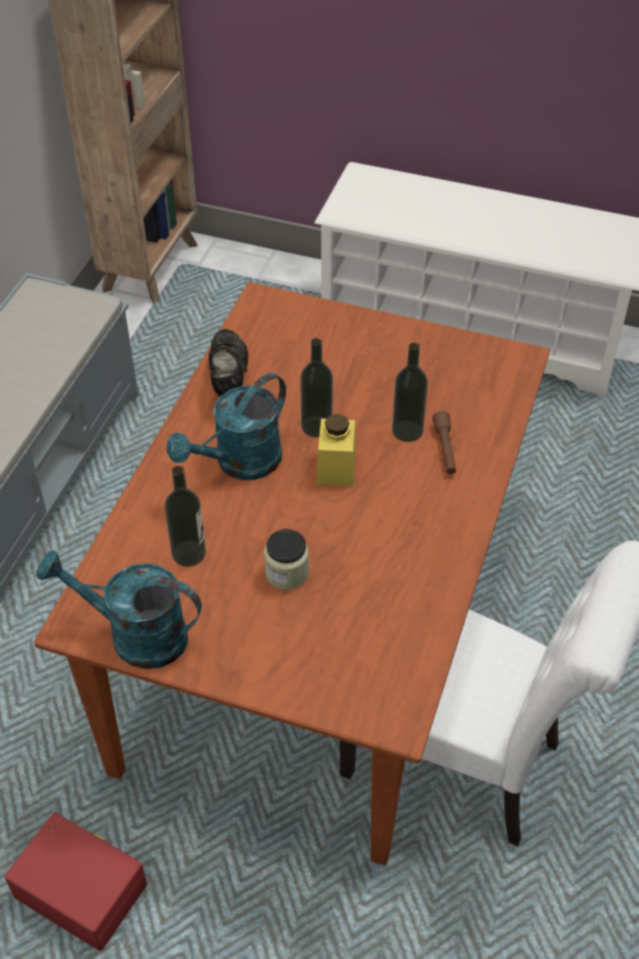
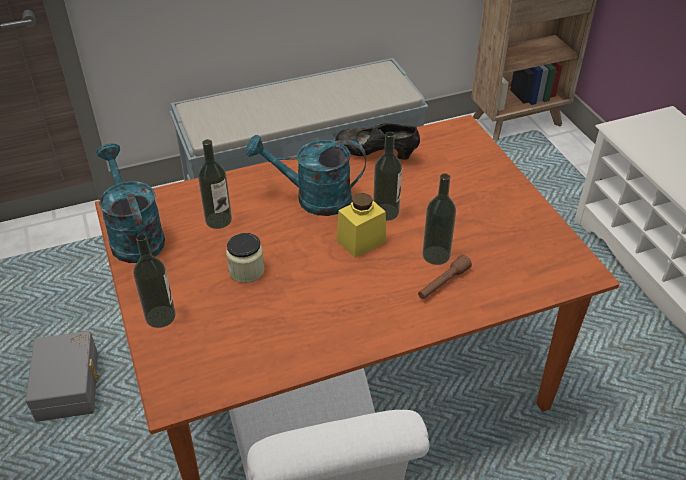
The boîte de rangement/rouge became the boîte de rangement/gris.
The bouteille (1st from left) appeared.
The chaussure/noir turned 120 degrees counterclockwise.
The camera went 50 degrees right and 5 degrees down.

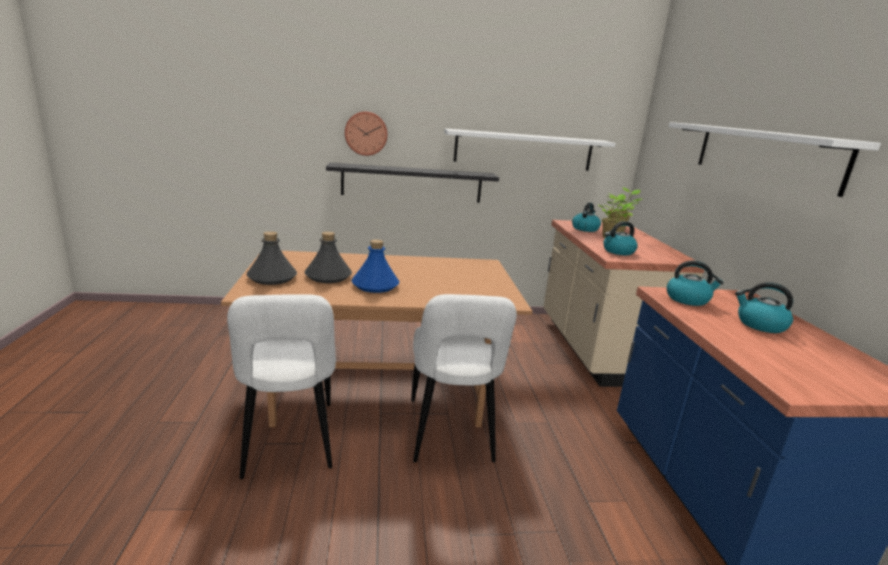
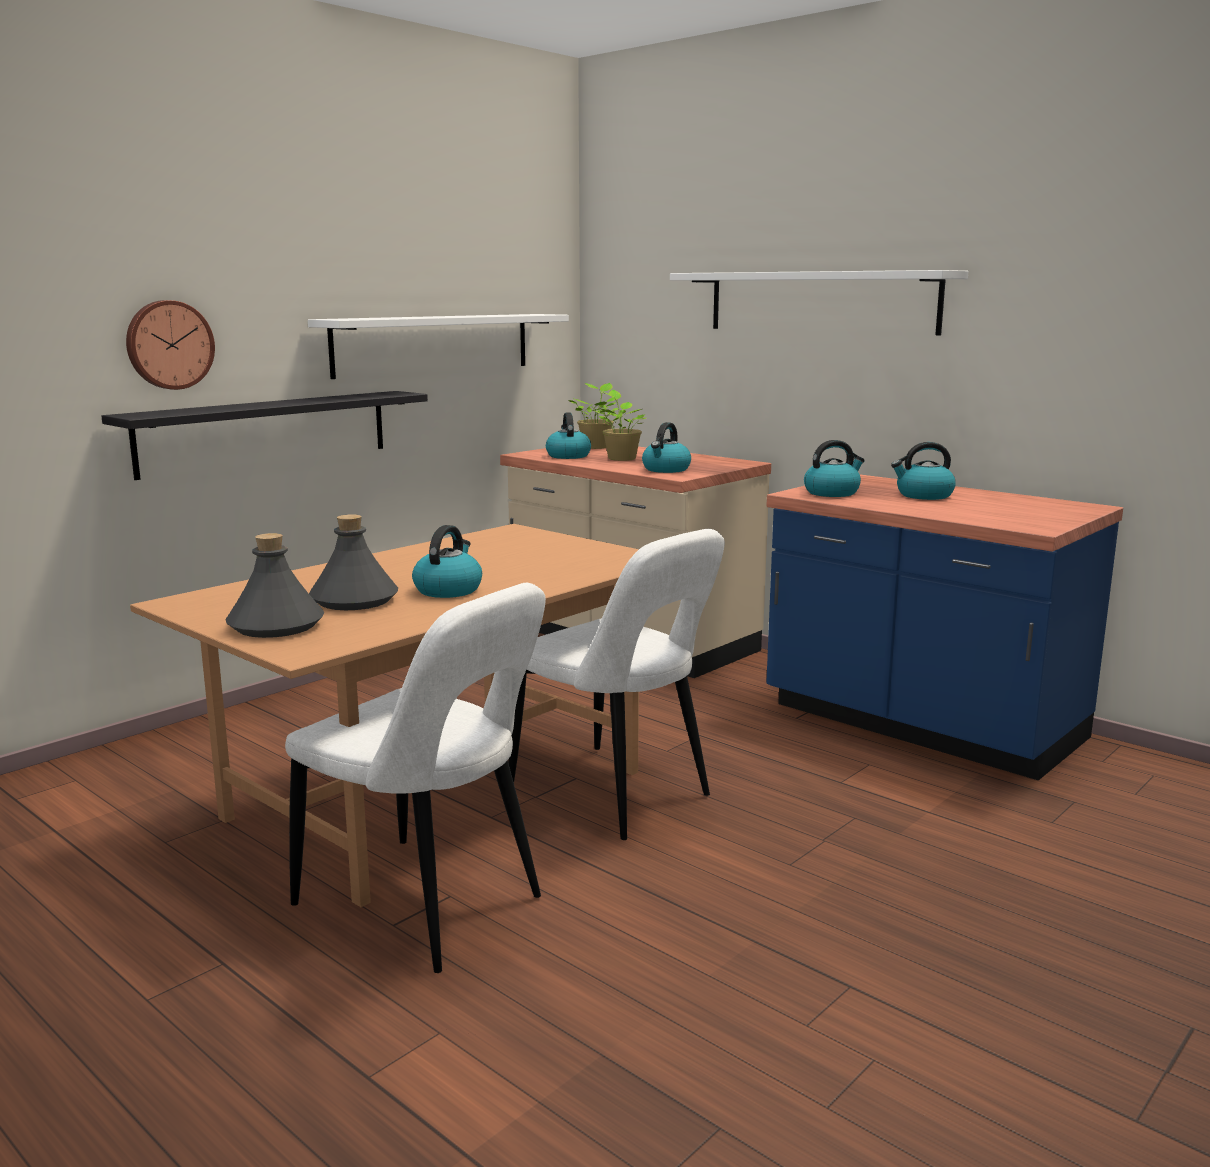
The bouteille/bleu was replaced by the bouilloire (1st from left).
The camera went 40 degrees left and 5 degrees down.

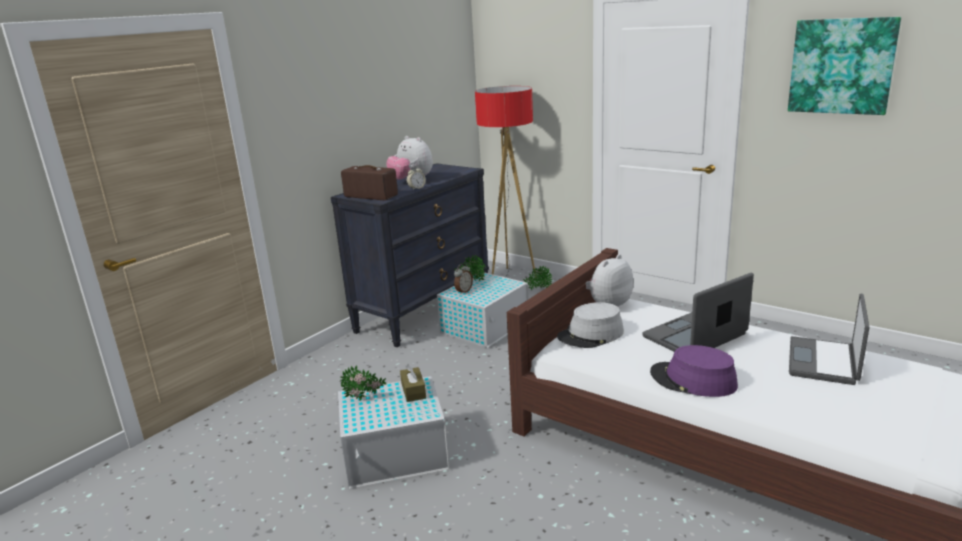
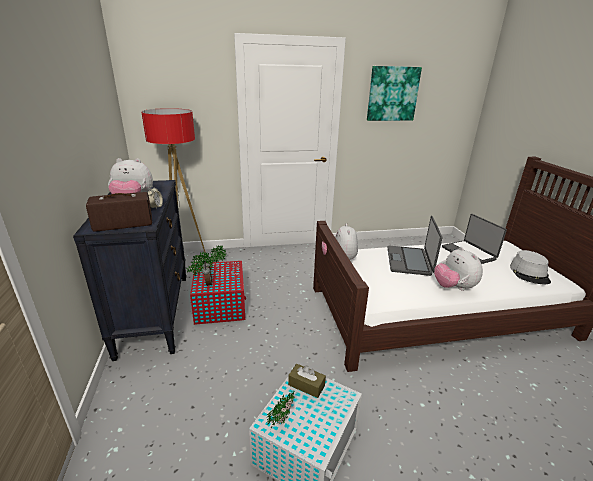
The boîte de rangement/blanc (2nd from left) became the boîte de rangement/rouge.
The chapeau/violet was replaced by the peluche (3rd from left).
The chapeau/gris moved.
The camera went 50 degrees left and 5 degrees up.

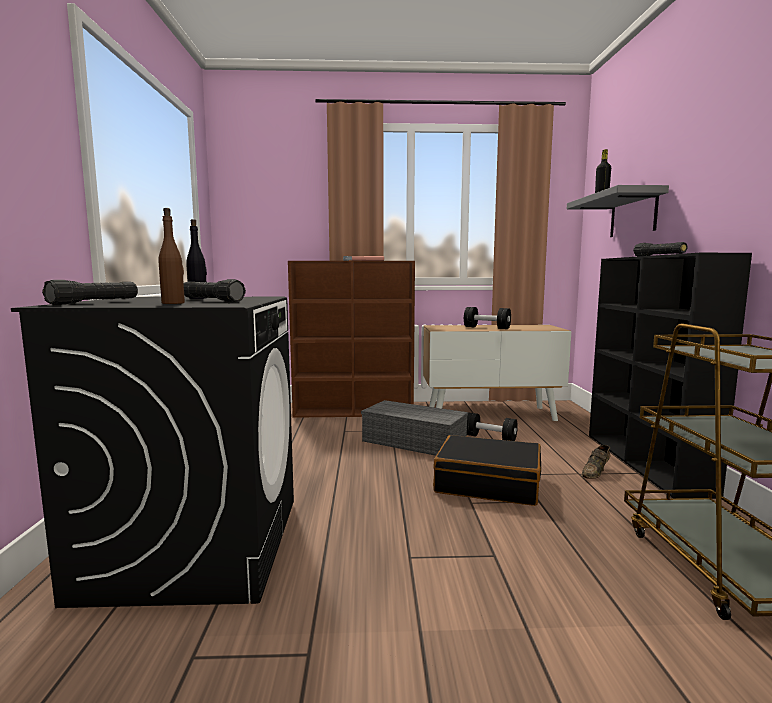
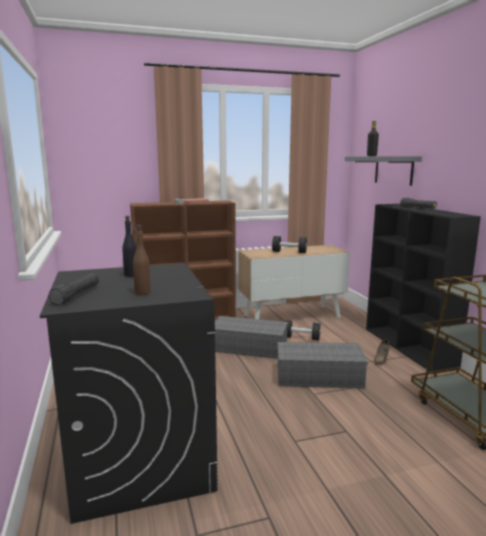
The valise/noir was replaced by the boîte de rangement/gris (2nd from left).
The lampe de poche/noir (2nd from left) disappeared.
The camera went 15 degrees left and 5 degrees up.

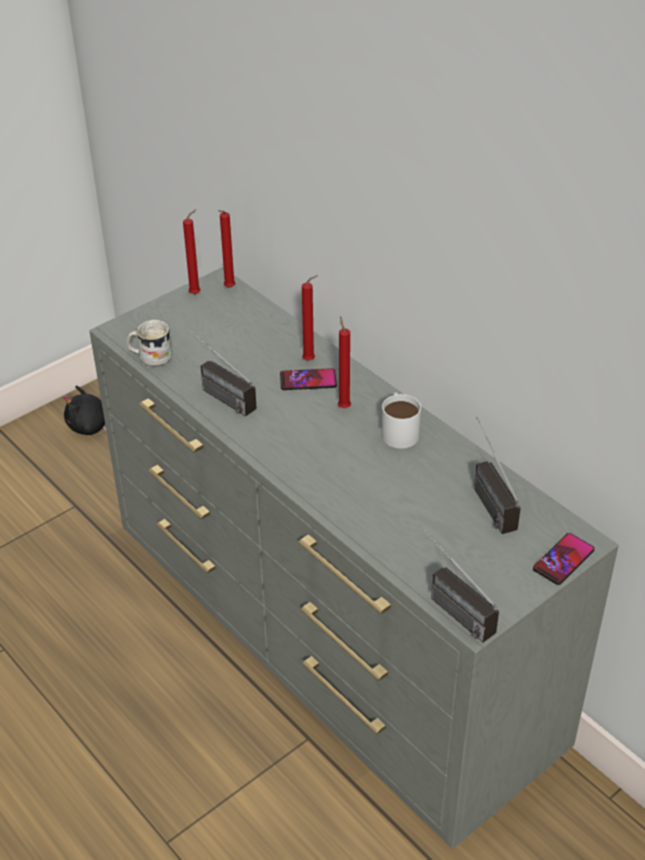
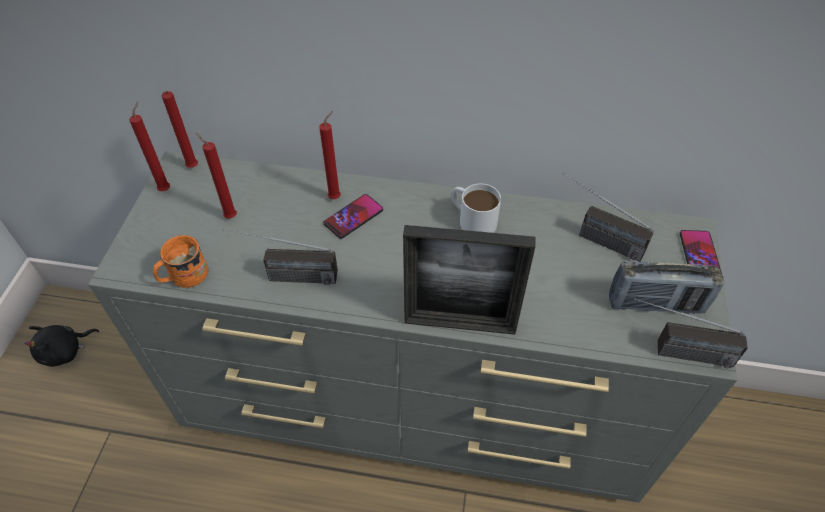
The mug/blanc (1st from left) became the mug/orange.
The bougie/rouge (4th from left in the first image) moved.
The cadre photo appeared.
The radio (3rd from left) appeared.
The camera went 40 degrees left and 10 degrees up.

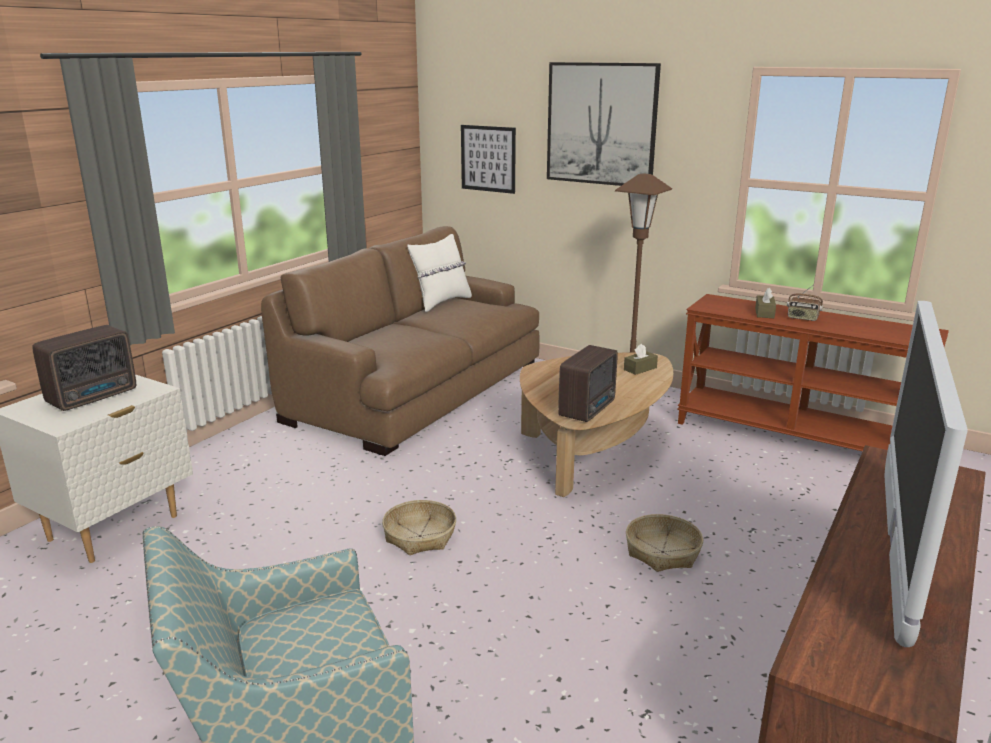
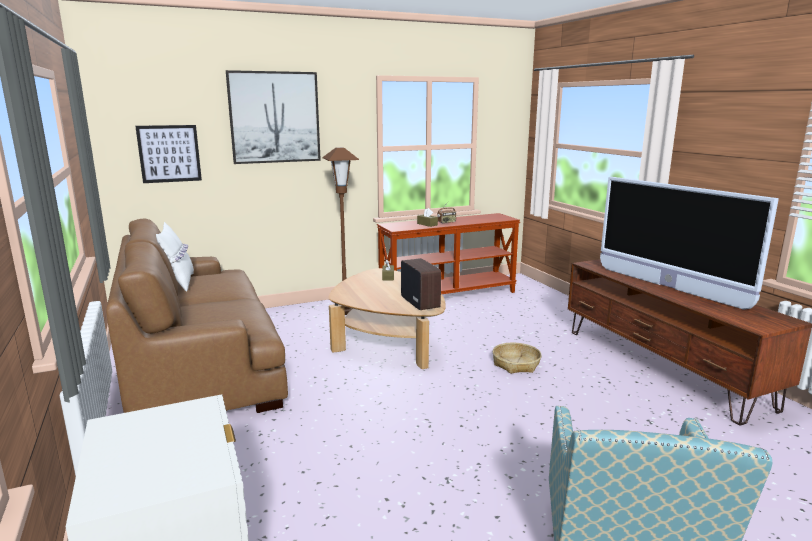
The radio (1st from left) disappeared.
The panier (1st from left) disappeared.
The camera went 55 degrees left and 5 degrees down.

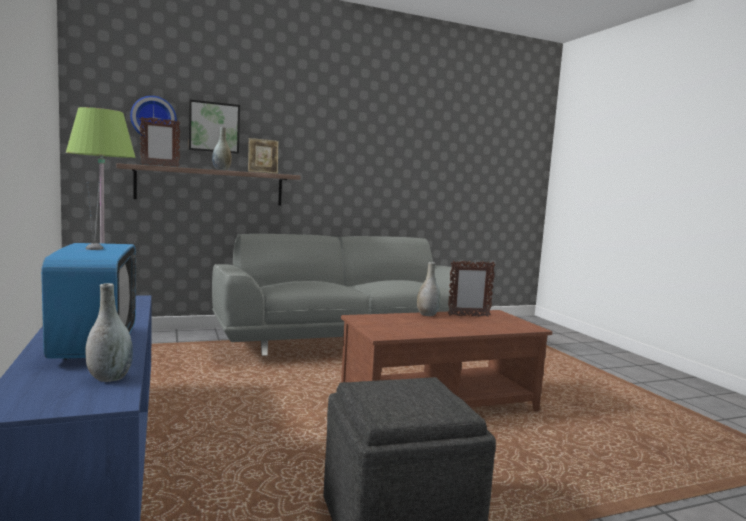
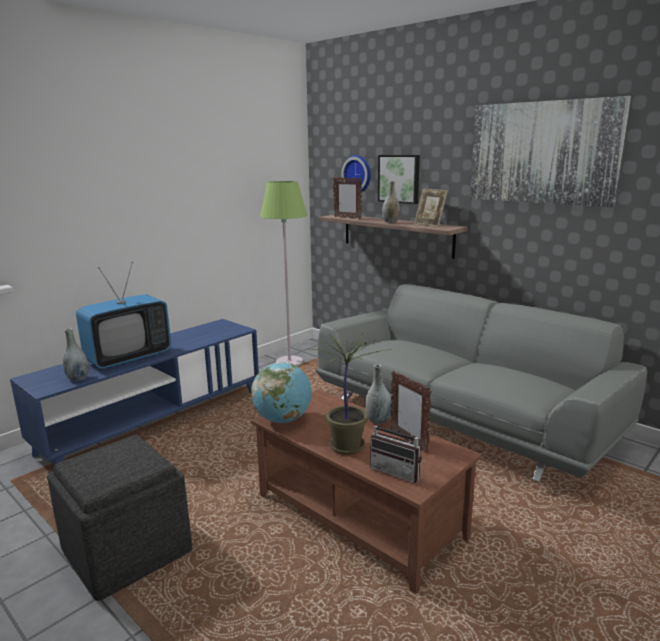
The globe appeared.
The plante en pot appeared.
The radio appeared.
The tableau (2nd from left) appeared.
The camera went 65 degrees right and 10 degrees up.

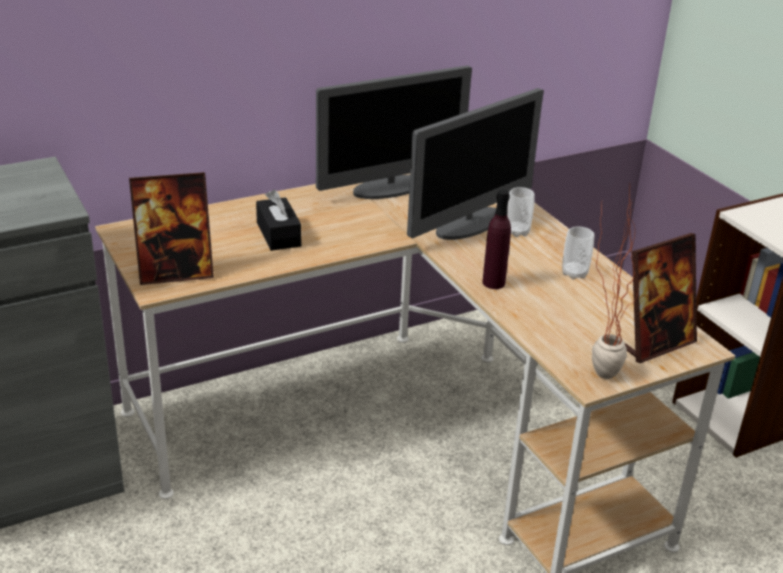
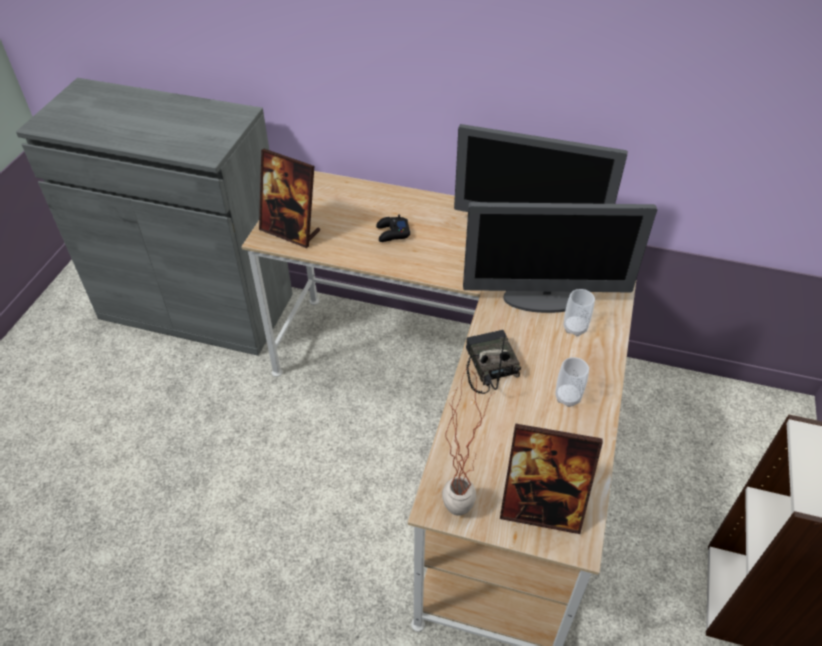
The boîte à mouchoirs/noir was replaced by the manette/noir.
The bouteille/violet was replaced by the radio.
The camera went 45 degrees right and 15 degrees up.

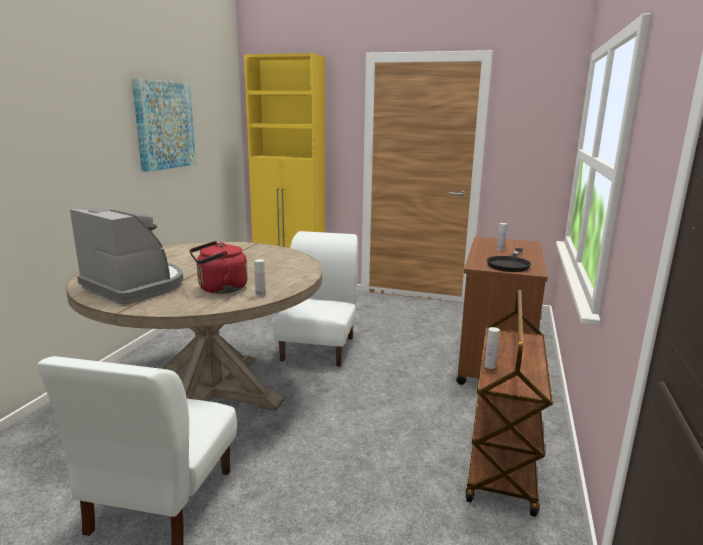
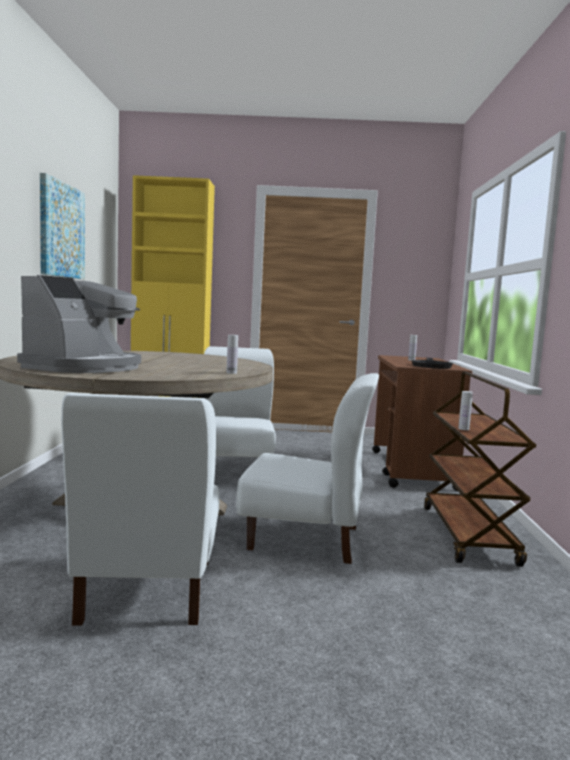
The machine à café turned 90 degrees clockwise.
The chaise/blanc (3rd from left) appeared.
The bouilloire/rouge disappeared.
The camera went 15 degrees left and 10 degrees down.

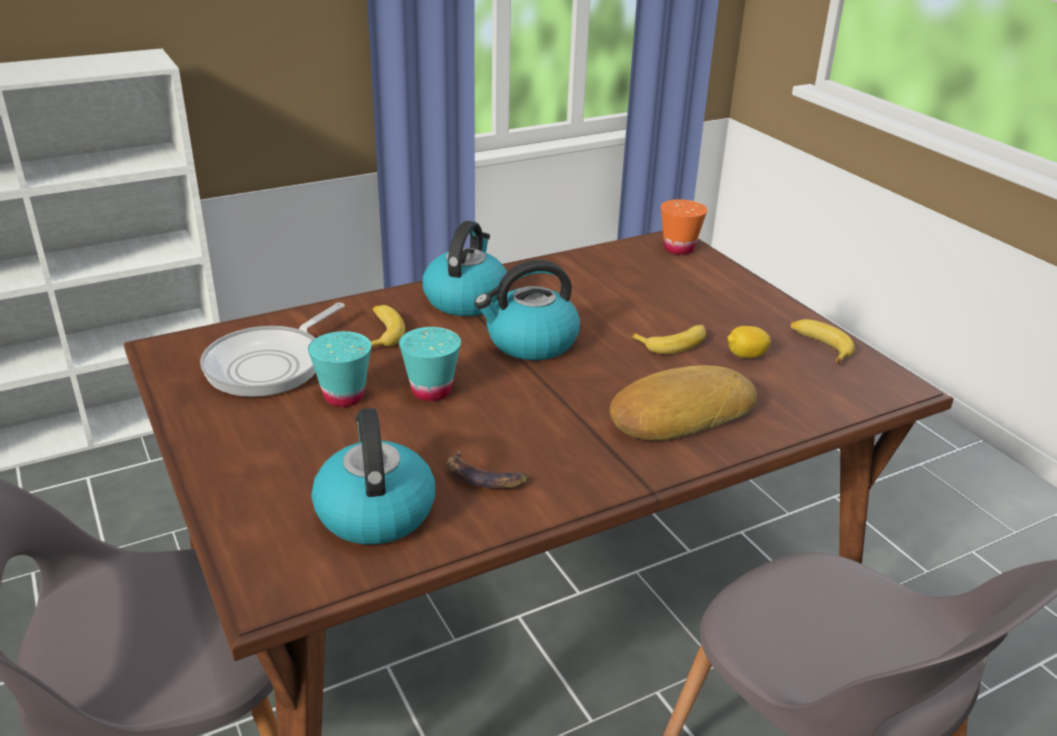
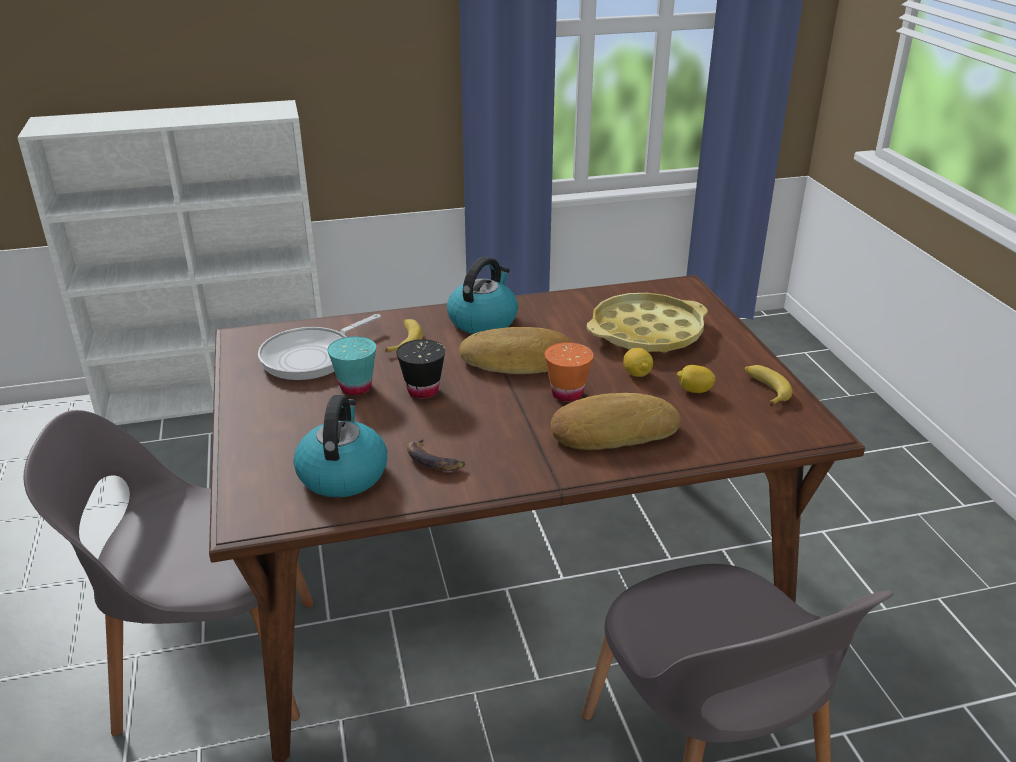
The tasse/turquoise (2nd from left) became the tasse/noir.
The bouilloire (3rd from left) was replaced by the pain (1st from left).
The tasse/orange moved.
The plateau/jaune appeared.
The banane (3rd from left) was replaced by the citron (1st from left).
The camera went 15 degrees right and 0 degrees up.

